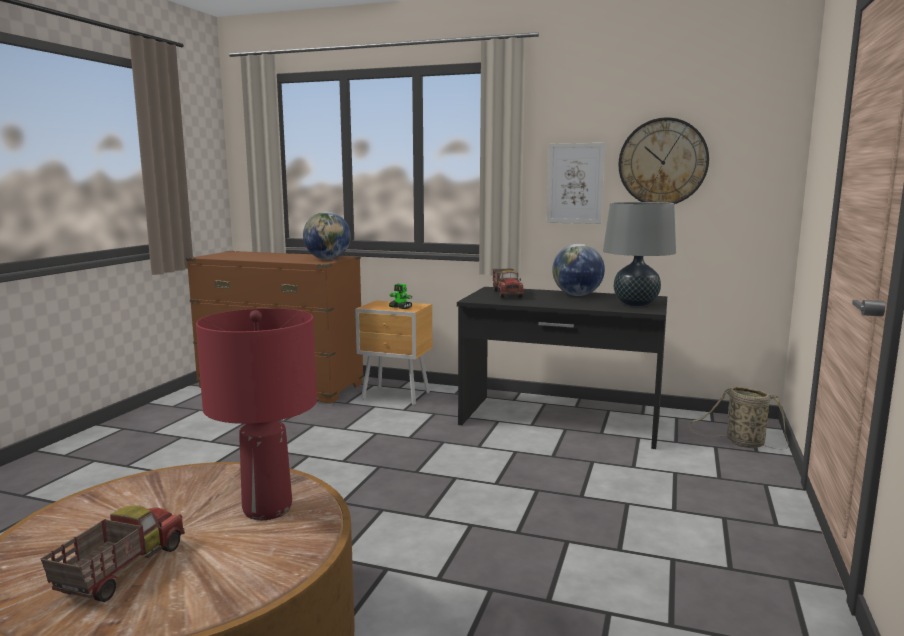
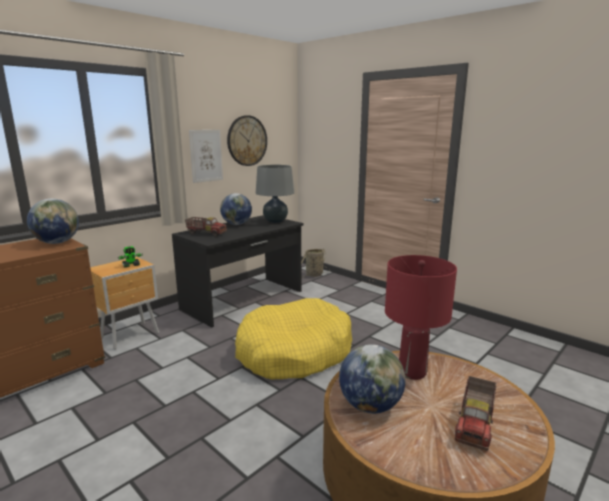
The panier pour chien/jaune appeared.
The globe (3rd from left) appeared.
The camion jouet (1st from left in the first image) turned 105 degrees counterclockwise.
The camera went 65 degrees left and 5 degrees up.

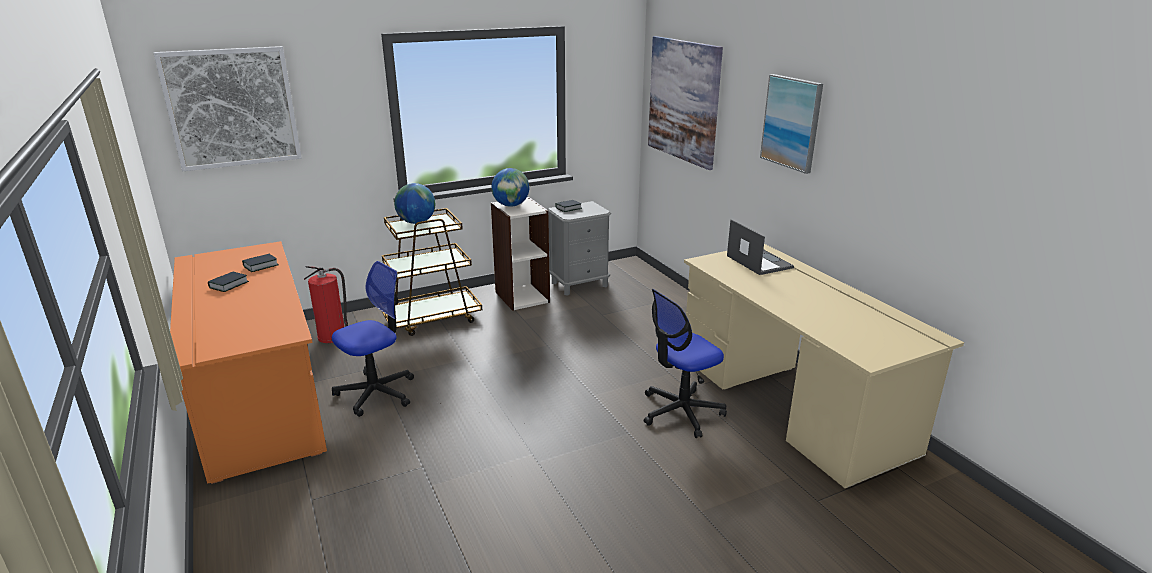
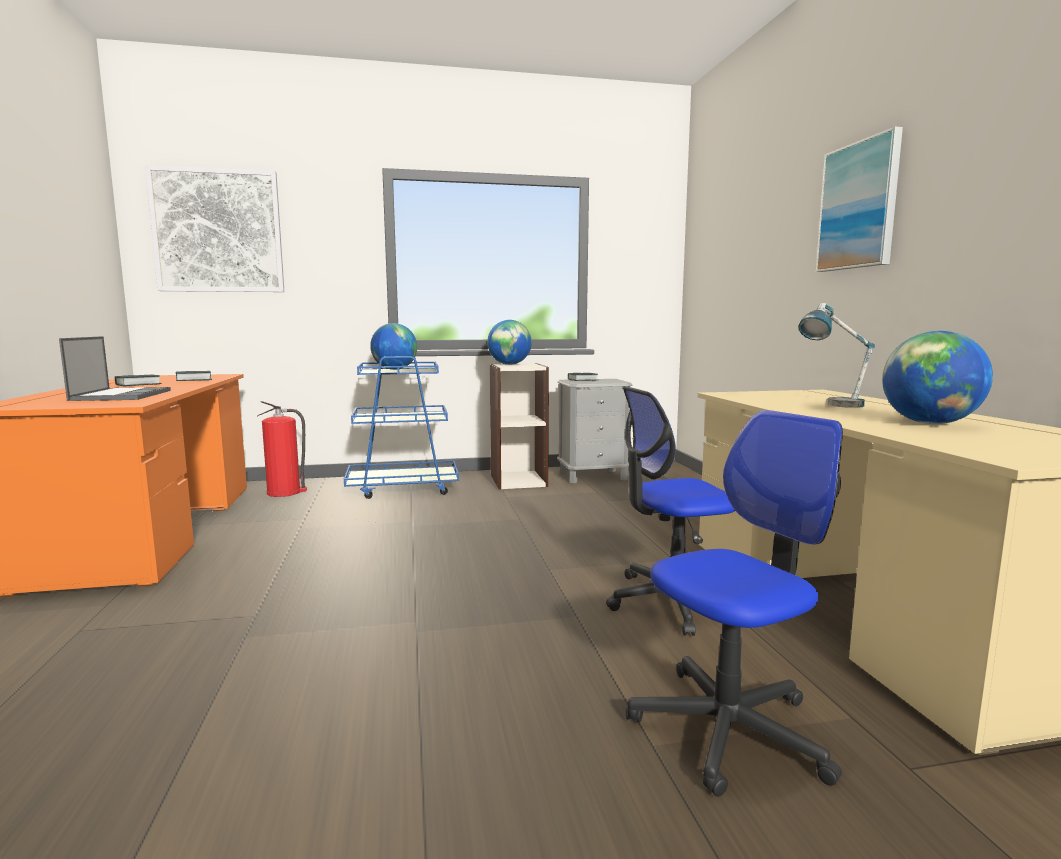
The ordinateur portable moved.
The chariot/marron became the chariot/bleu.
The chaise de bureau (1st from left in the first image) moved.
The lampe de table appeared.
The globe (3rd from left) appeared.
The tableau (2nd from left) disappeared.
The camera went 15 degrees right and 15 degrees down.

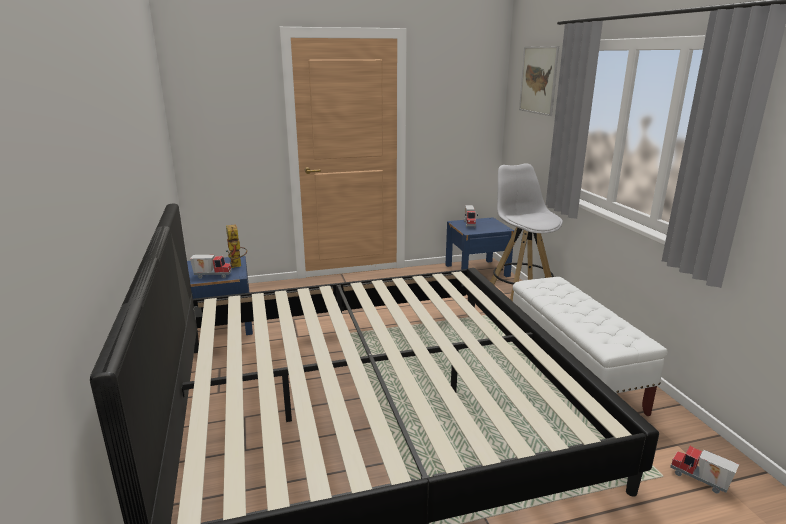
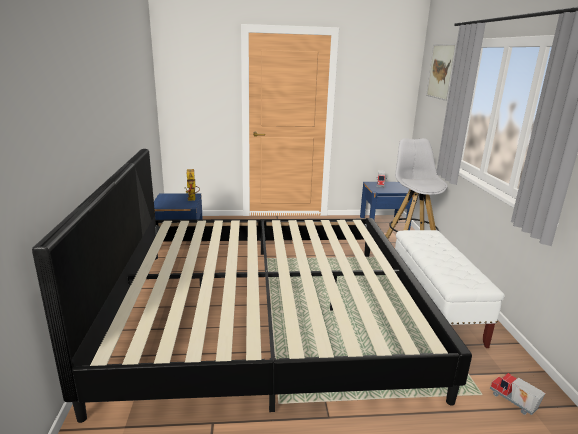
The camion jouet (1st from left) disappeared.
The camera went 10 degrees right and 0 degrees up.

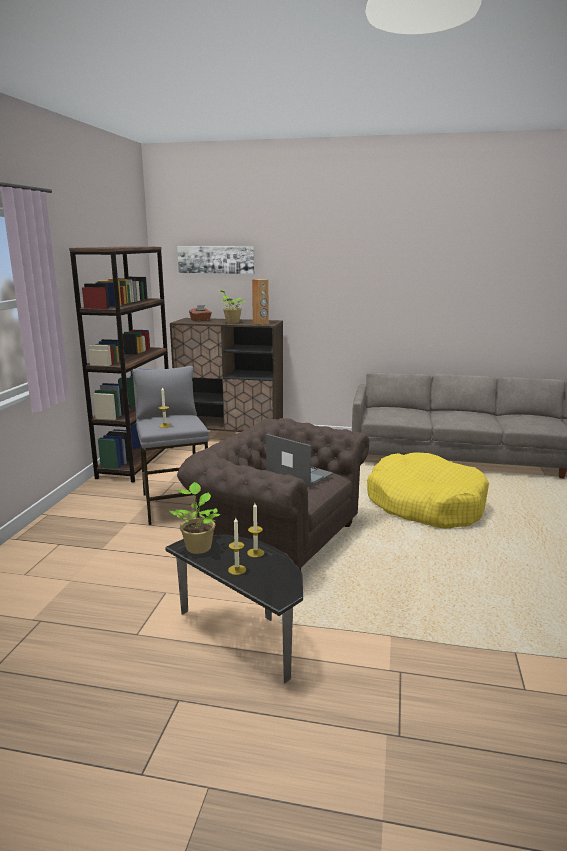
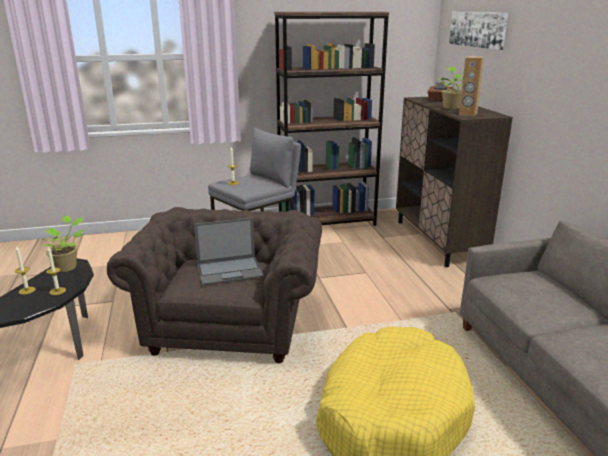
The ordinateur portable turned 60 degrees clockwise.
The camera went 65 degrees right and 5 degrees up.

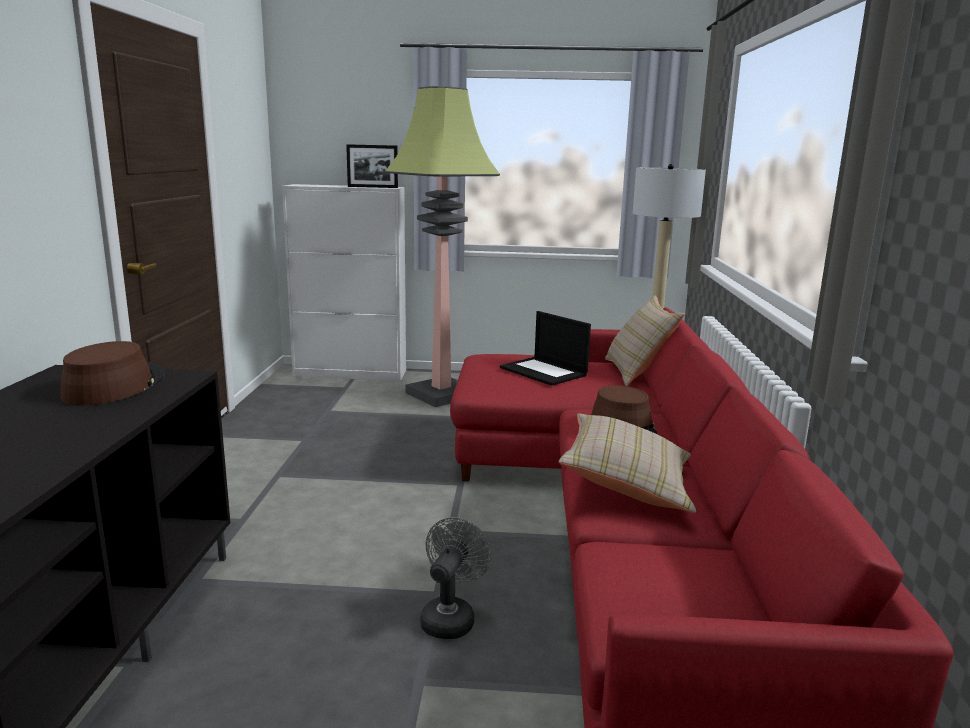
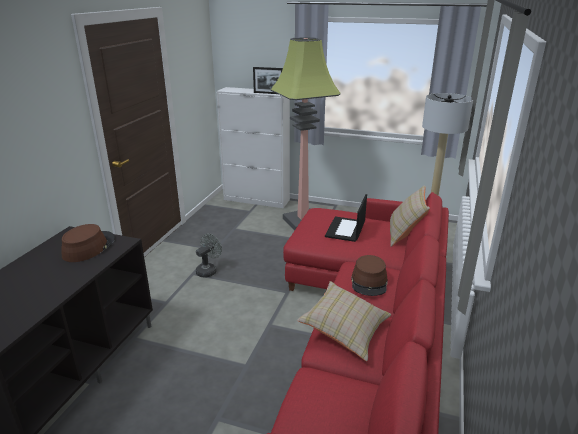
The ventilateur/gris moved.
The ordinateur portable turned 45 degrees clockwise.
The camera went 15 degrees right and 10 degrees up.

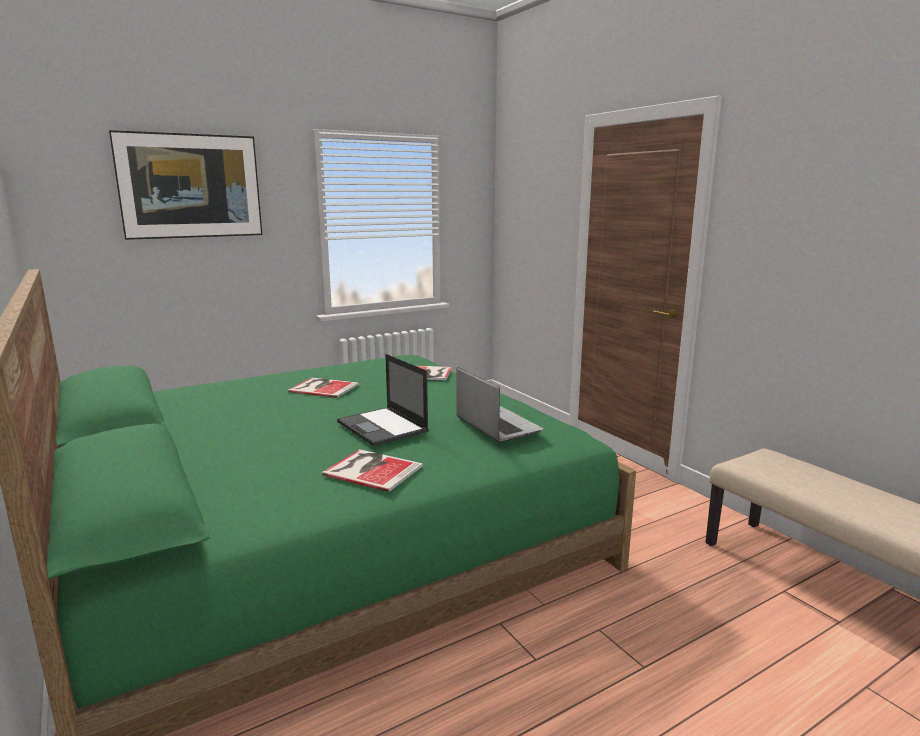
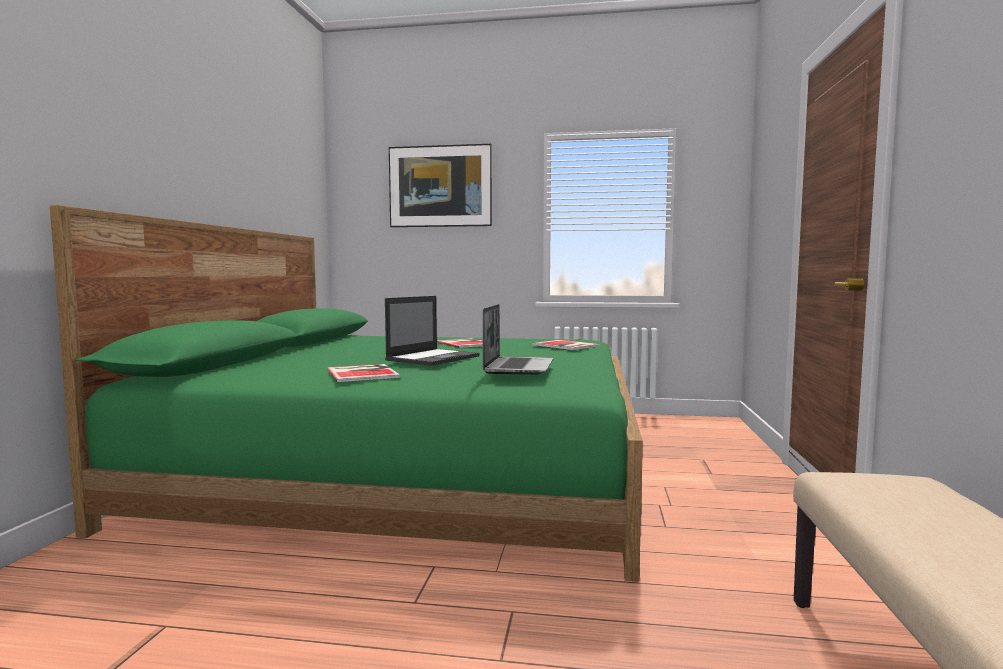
The ordinateur portable (1st from left) turned 150 degrees counterclockwise.
The camera went 40 degrees right and 10 degrees down.

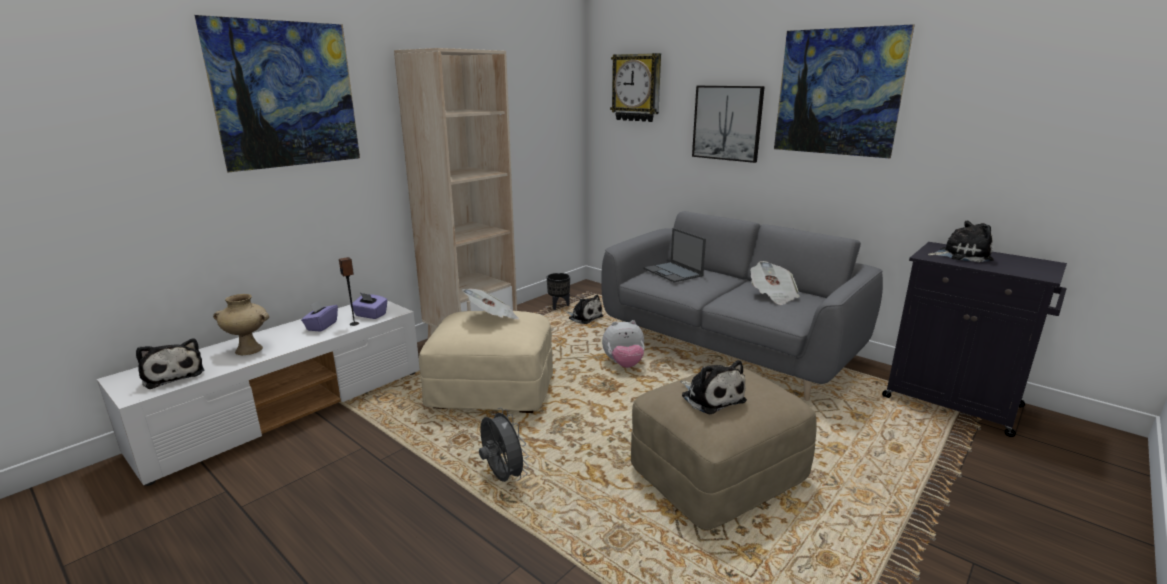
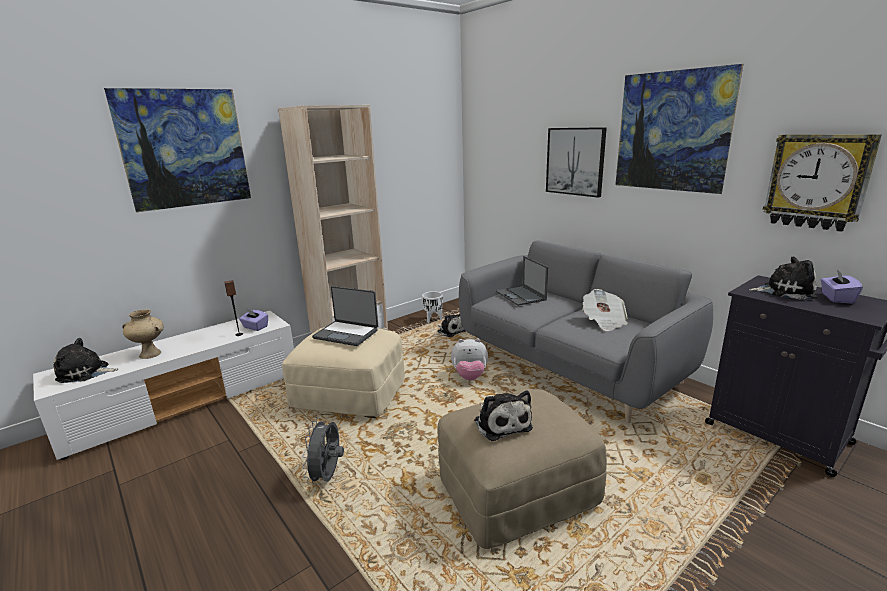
The peluche (1st from left) turned 120 degrees clockwise.
The ventilateur/gris turned 150 degrees counterclockwise.
The journal (1st from left) was replaced by the ordinateur portable (1st from left).
The cache-pot/noir became the cache-pot/blanc.
The horloge murale moved.
The boîte à mouchoirs/violet (1st from left in the first image) moved.
The camera went 10 degrees right and 0 degrees up.

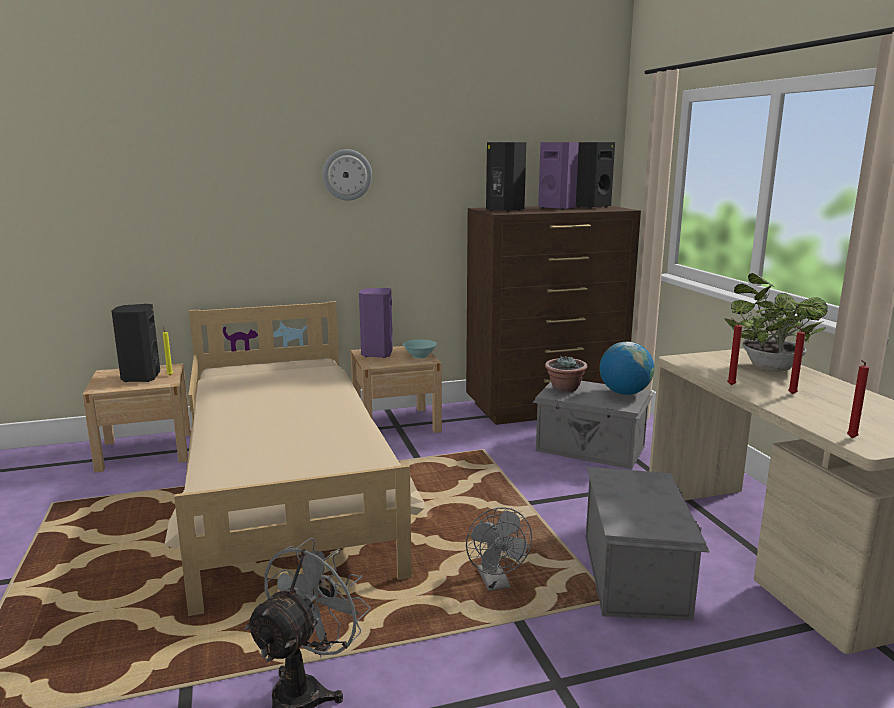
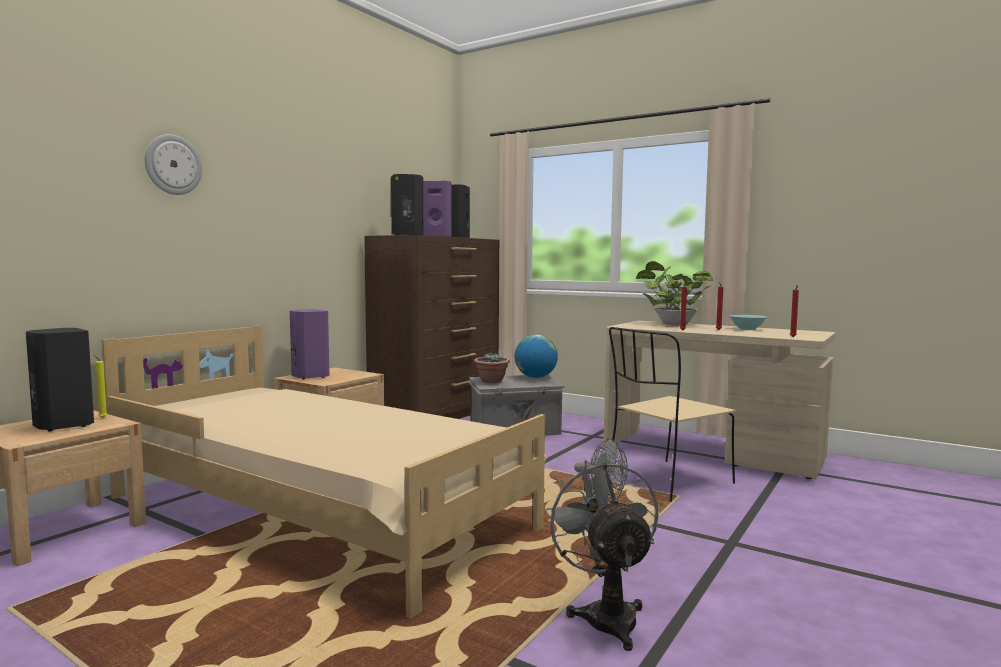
The horloge murale moved.
The boîte de rangement/gris (2nd from left) was replaced by the chaise/beige.
The bol/turquoise moved.
The camera went 40 degrees left and 10 degrees down.

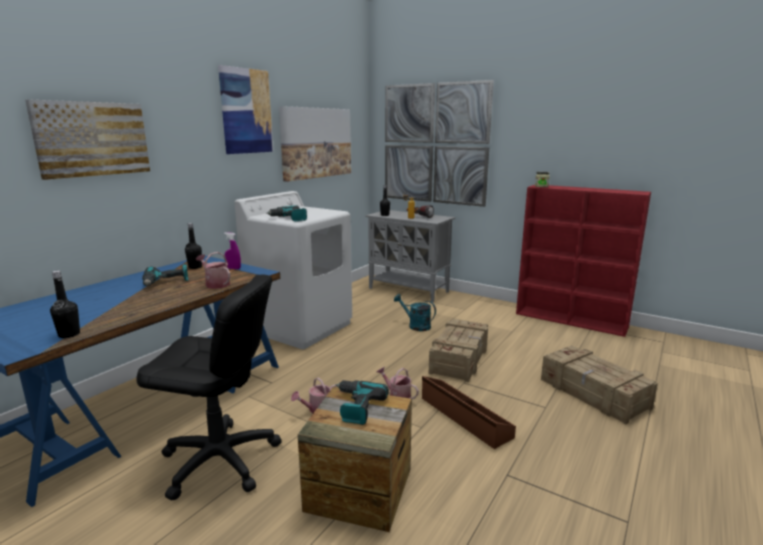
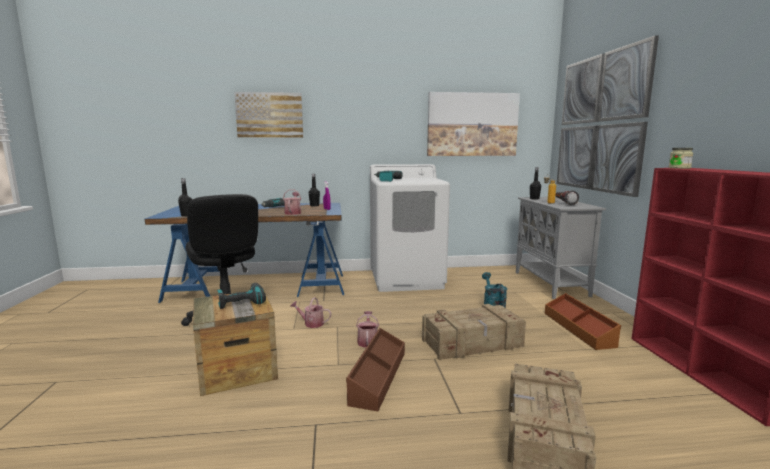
The boîte de rangement/marron (2nd from left) appeared.
The tableau (2nd from left) disappeared.
The camera went 50 degrees right and 5 degrees down.

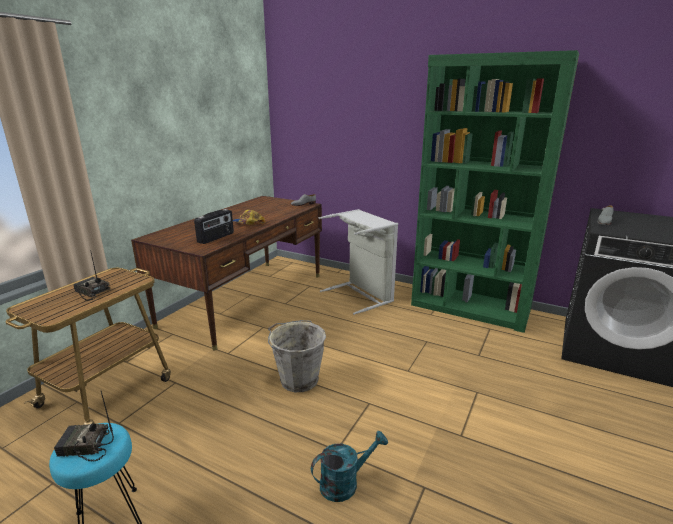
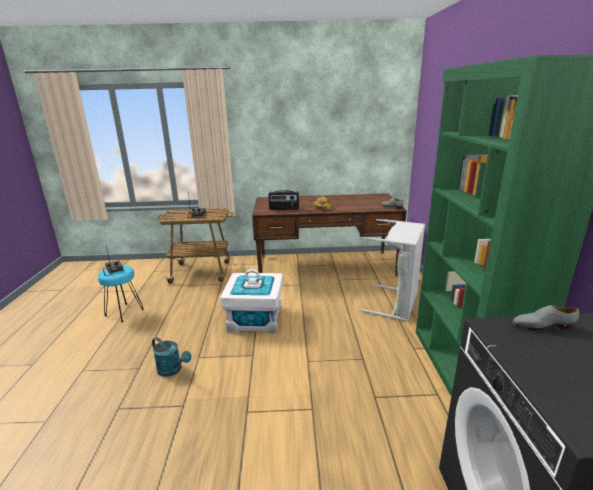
The seau/gris was replaced by the boîte de rangement/blanc.
The camera went 60 degrees right and 0 degrees up.

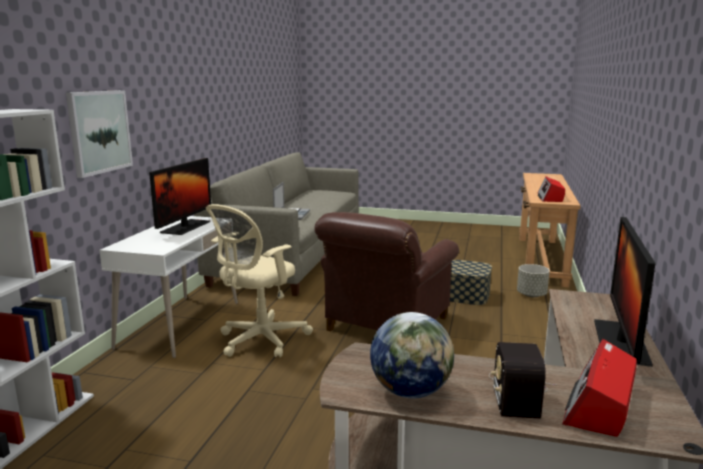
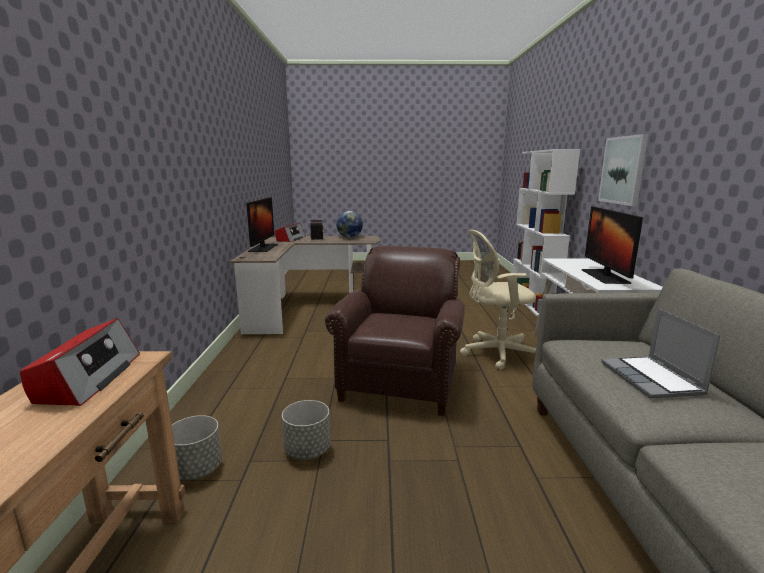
The boîte de rangement was replaced by the cache-pot/gris (2nd from left).
The chaise de bureau/beige turned 120 degrees counterclockwise.
The camera went 165 degrees right and 0 degrees up.

